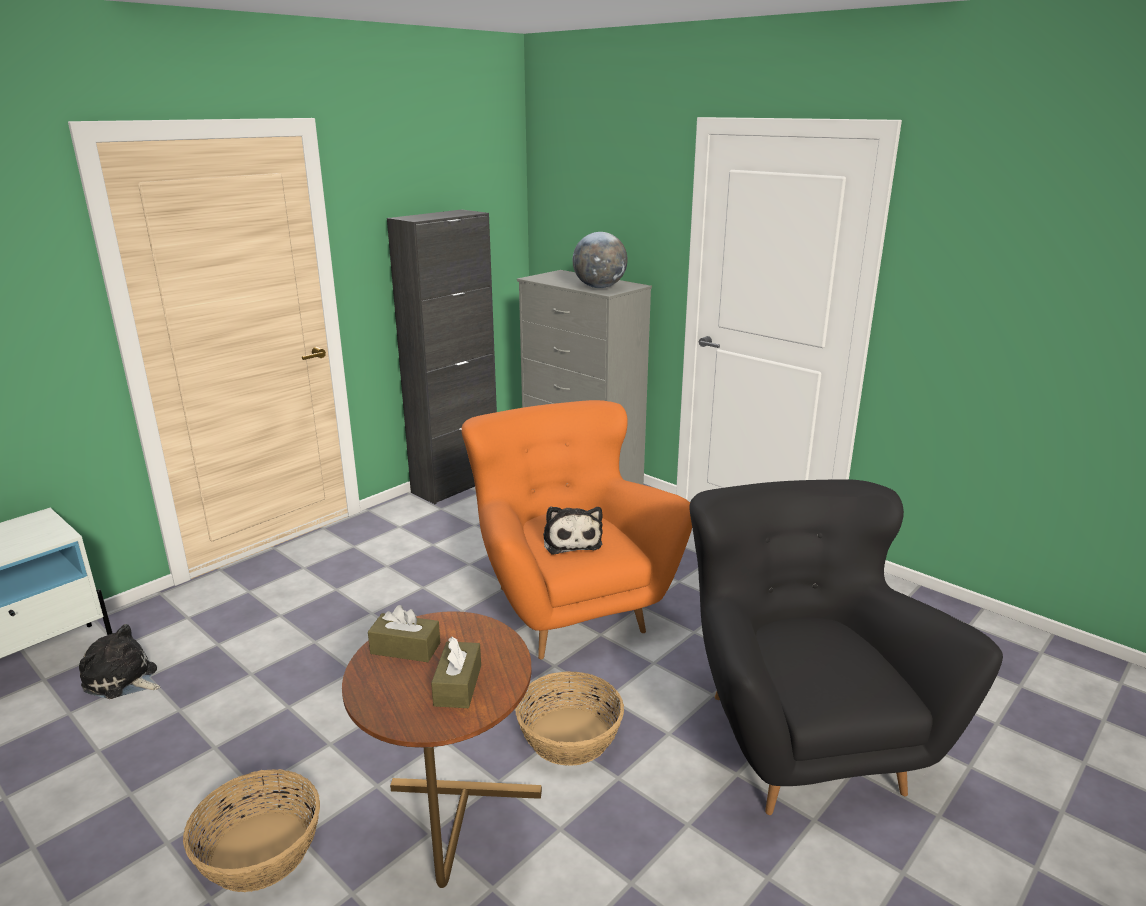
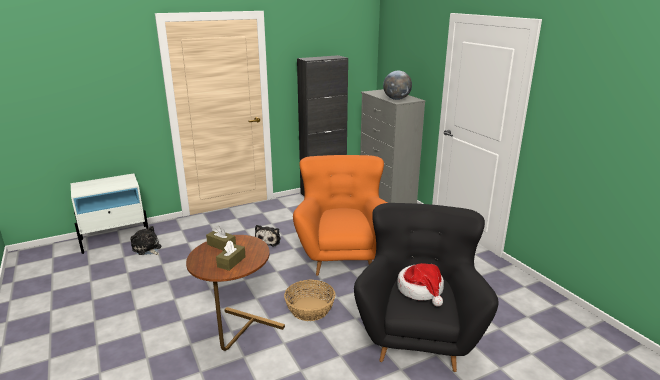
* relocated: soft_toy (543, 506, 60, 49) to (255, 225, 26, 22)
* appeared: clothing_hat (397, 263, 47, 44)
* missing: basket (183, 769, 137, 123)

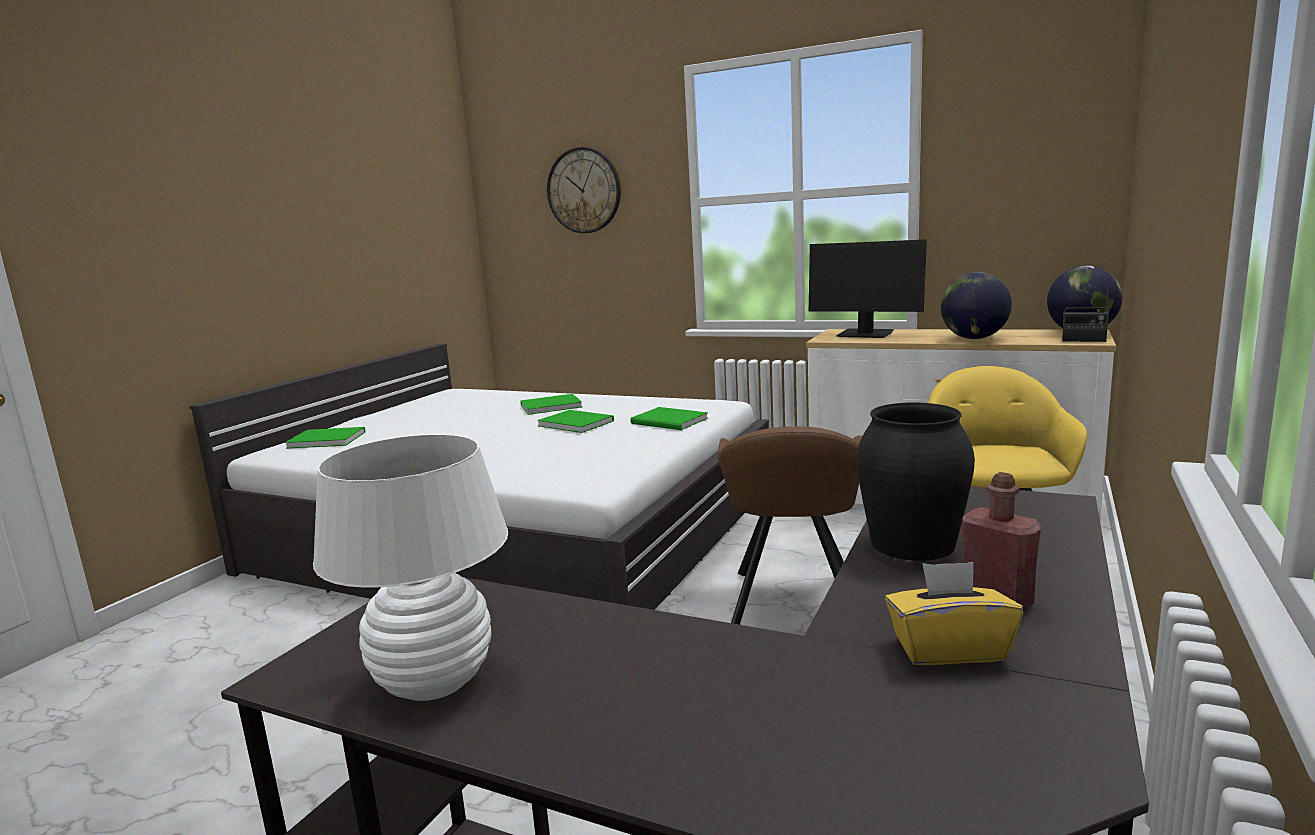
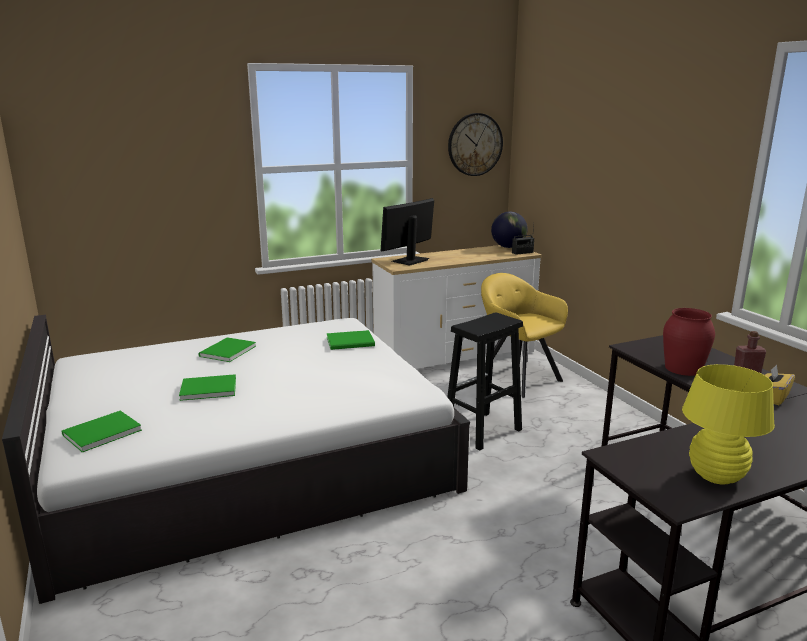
* relocated: green-coloured_book (537, 410, 77, 23) to (179, 374, 57, 27)
* spun: computer_screen (809, 239, 118, 99) = (381, 198, 53, 68) 150 degrees clockwise
* exchanged: brown-coloured_armchair (718, 426, 144, 199) to black_stool_seat (447, 312, 76, 139)
* relocated: wall_clock (547, 147, 74, 86) to (448, 113, 55, 63)
* colour: black_decorative_vase (856, 403, 119, 158) to reddish_decorative_vase (663, 308, 52, 68)
* colour: whitish_table_lamp (313, 434, 195, 267) to yellowish_table_lamp (682, 364, 93, 121)
* missing: world_globe (941, 272, 71, 67)

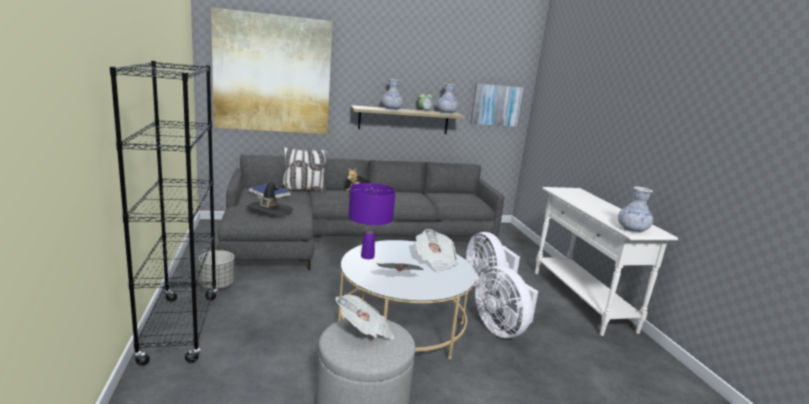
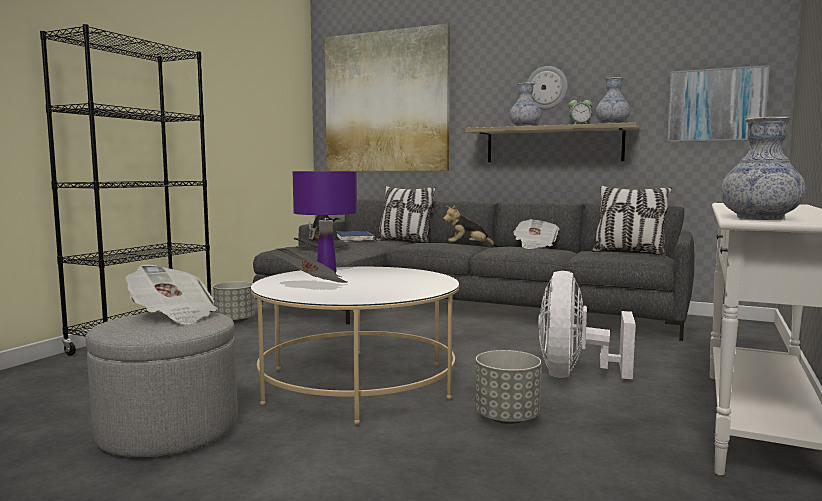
* exchanged: whitish_electric_fan (475, 266, 63, 72) to gray_planter (475, 350, 66, 74)
* relocated: newspaper (416, 229, 42, 43) to (513, 219, 46, 30)
* appeared: wall_clock (527, 66, 41, 43)
* appeared: throw_pillow (592, 185, 80, 70)

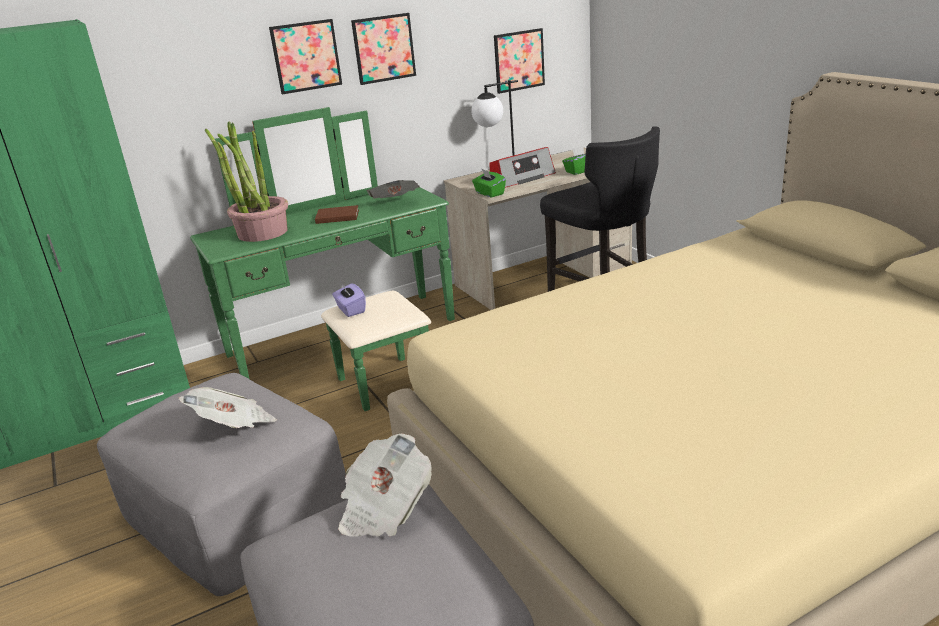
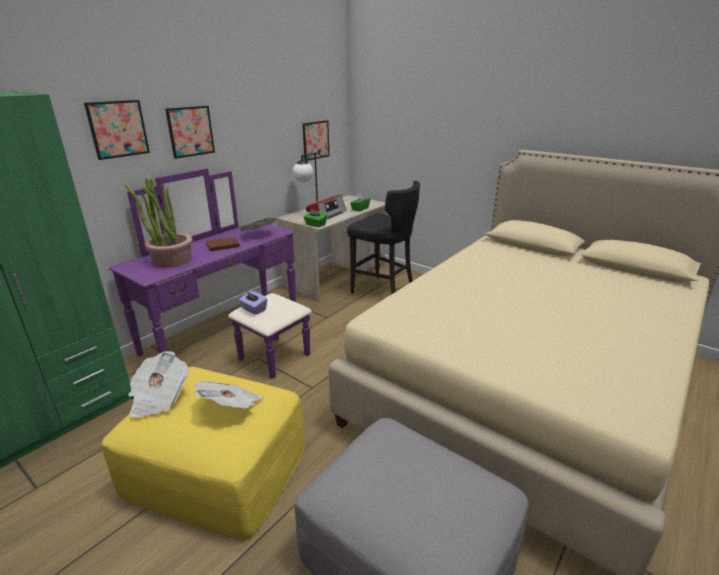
* relocated: wall_art (351, 13, 65, 72) to (84, 100, 66, 60)
* colour: gray_pouffe (97, 373, 251, 223) to yellowish_pouffe (101, 367, 204, 174)
* colour: green-coloured_chest_of_drawers (190, 107, 265, 304) to purple_chest_of_drawers (109, 168, 203, 211)
* relocated: newspaper (338, 433, 94, 104) to (128, 351, 61, 67)

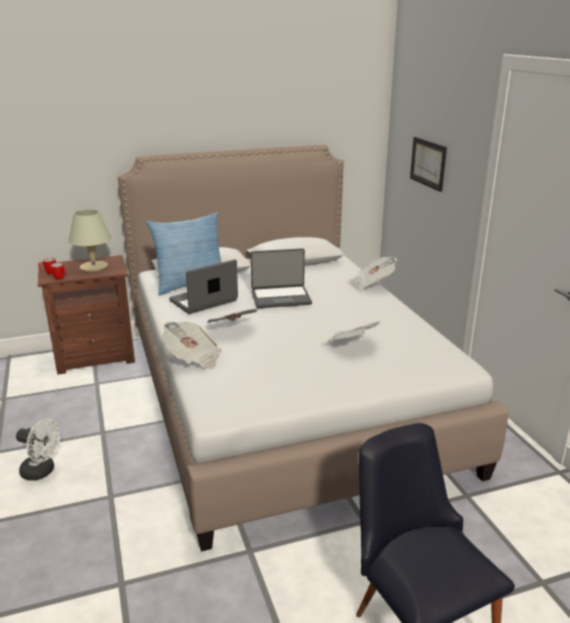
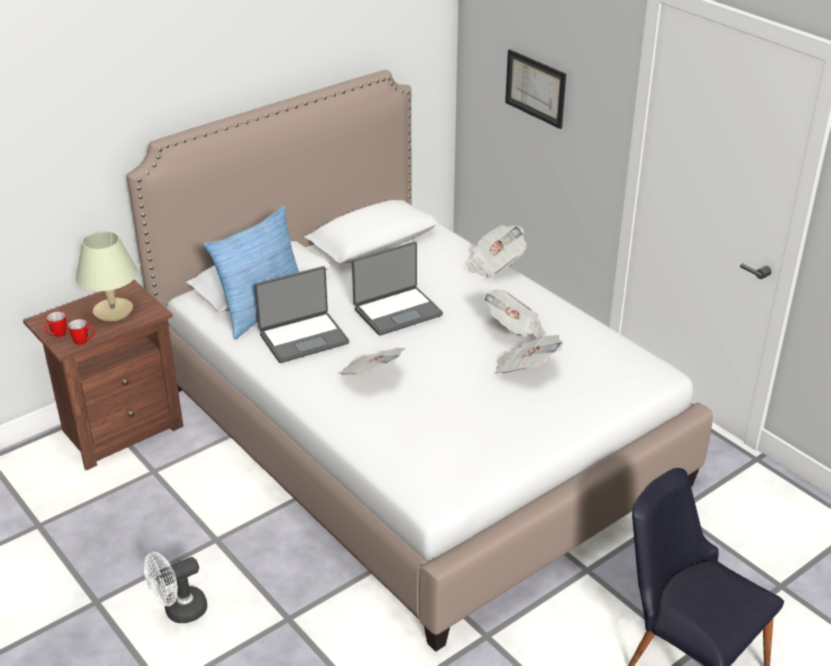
* spun: whitish_electric_fan (16, 419, 44, 61) = (144, 552, 63, 71) 150 degrees clockwise
* spun: laptop (169, 259, 69, 55) = (254, 266, 95, 97) 150 degrees counterclockwise
* relocated: newspaper (161, 321, 60, 48) to (482, 290, 64, 47)

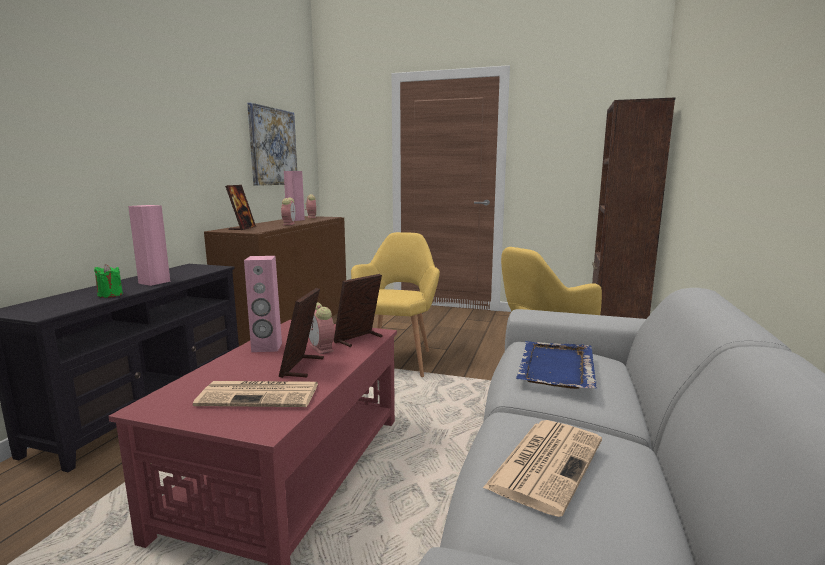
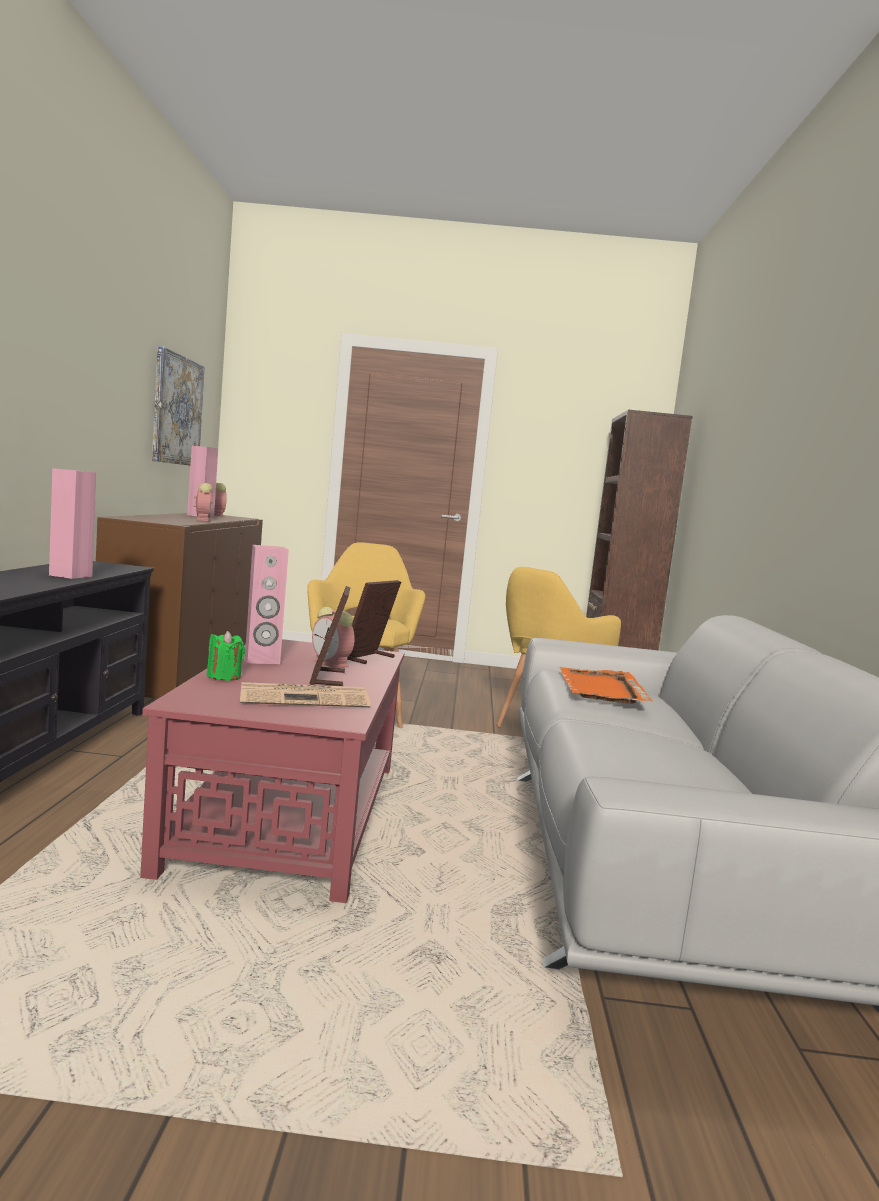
* relocated: green-coloured_wax_candle (94, 264, 29, 34) to (207, 631, 38, 50)
* colour: bluish_serving_tray (516, 341, 81, 48) to orange-coloured_serving_tray (559, 667, 94, 37)
* missing: photo_frame (225, 185, 31, 45)
* missing: newspaper (483, 420, 119, 97)

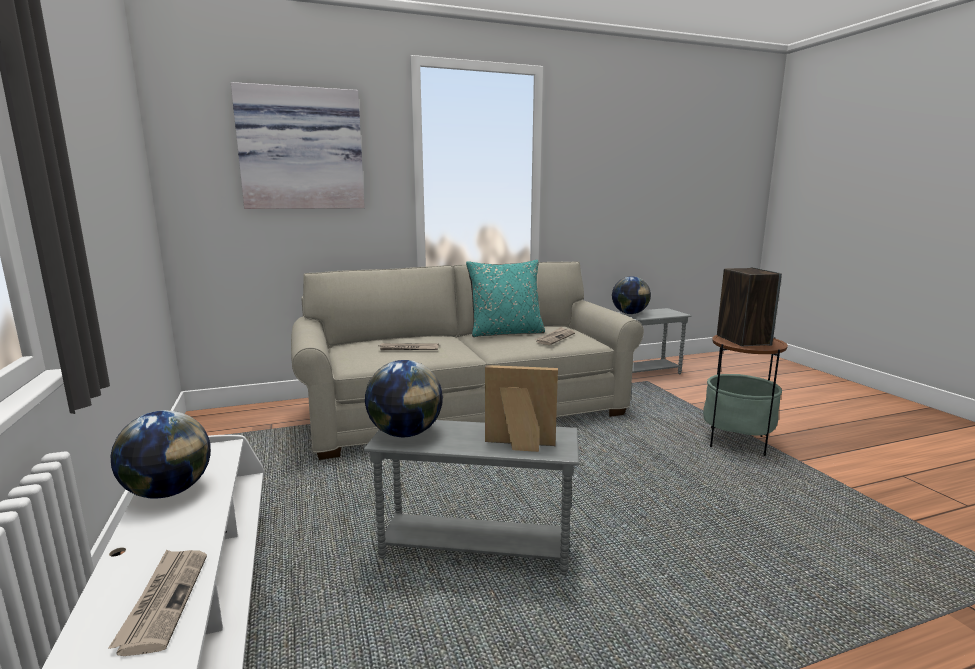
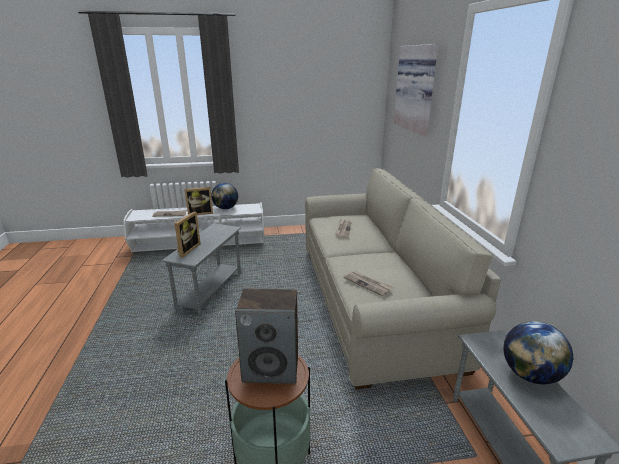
* appeared: photo_frame (185, 187, 28, 28)
* missing: world_globe (365, 360, 78, 77)
* missing: turquoise-coloured_throw_pillow (466, 260, 79, 77)

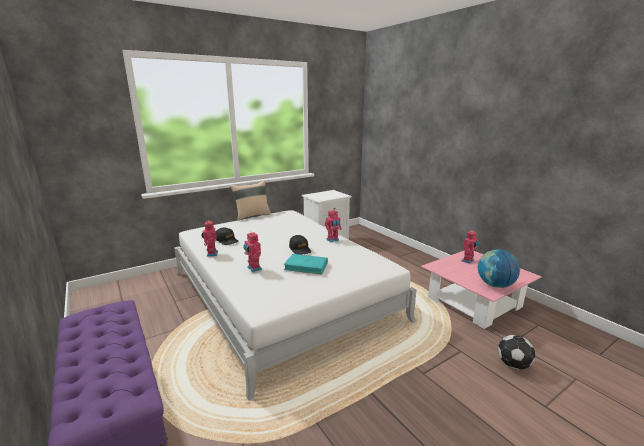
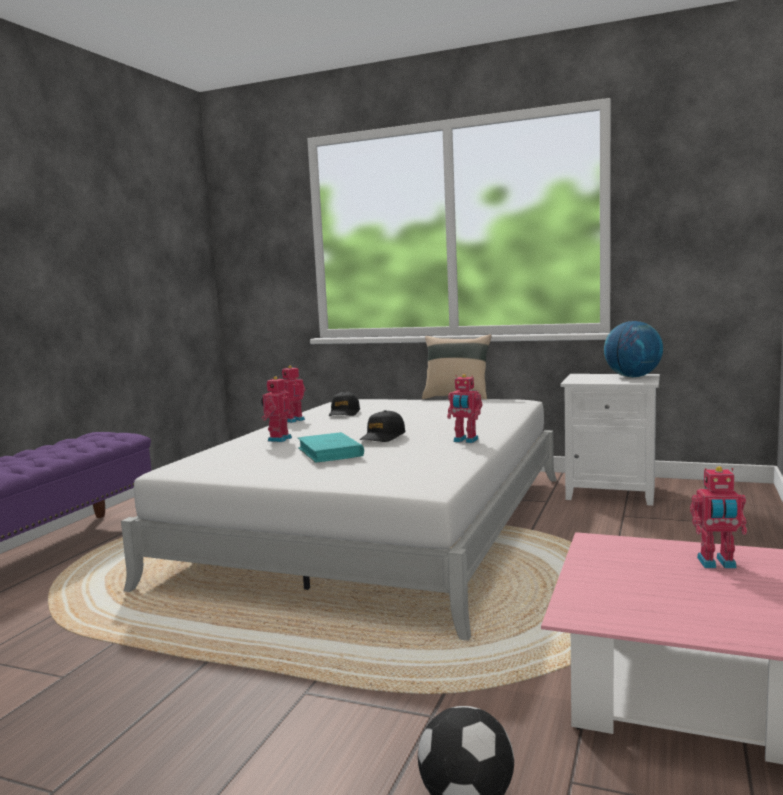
* relocated: world_globe (478, 249, 42, 39) to (604, 321, 59, 56)

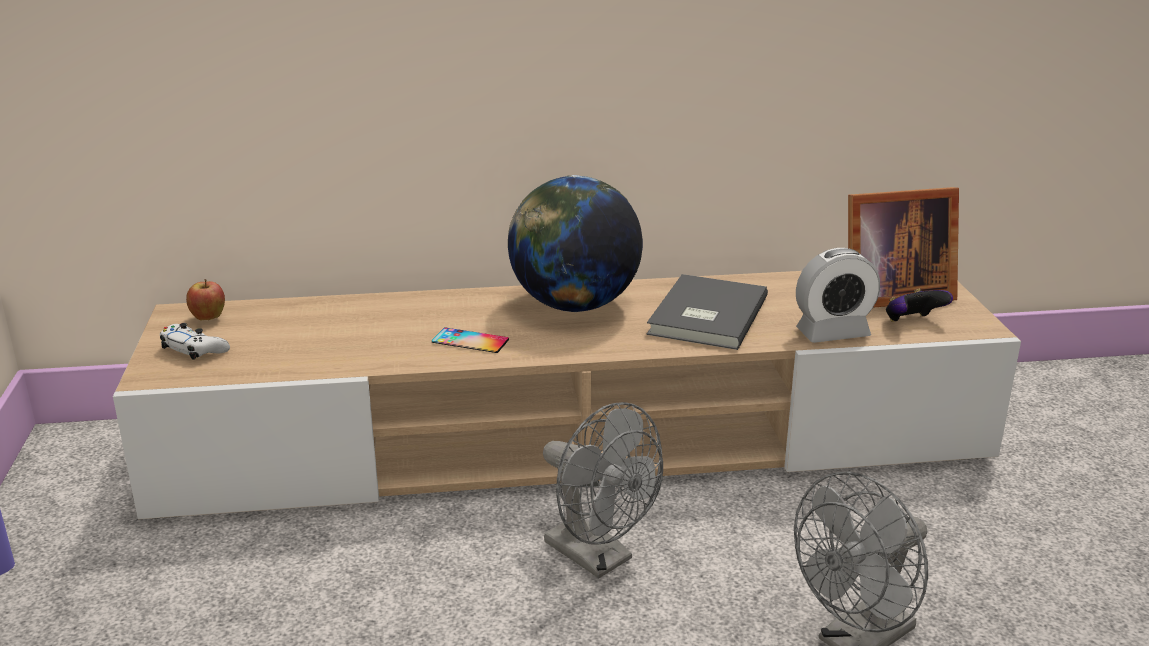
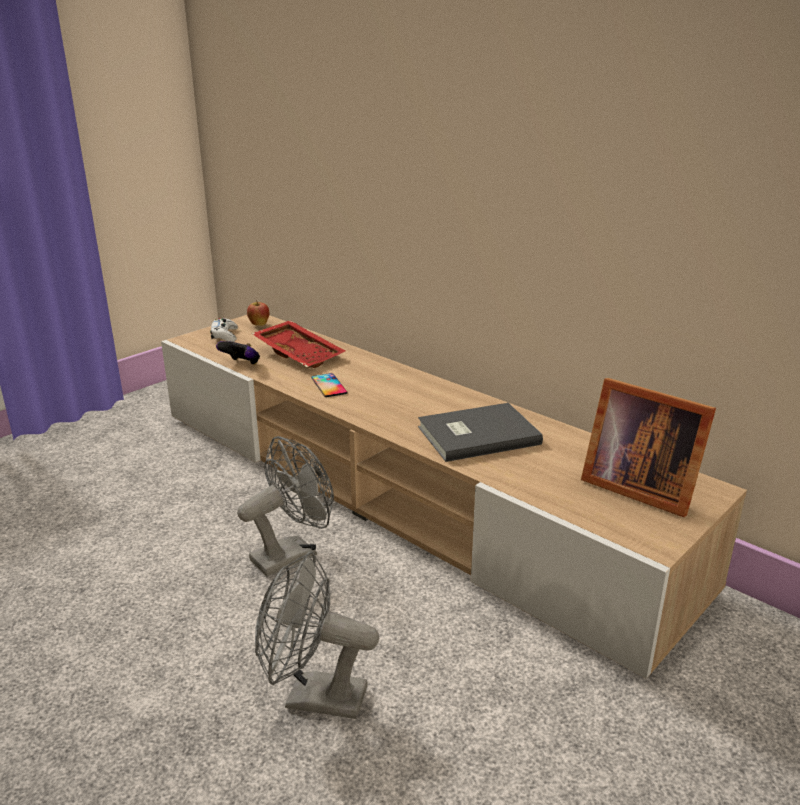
* relocated: game_controller (886, 289, 67, 33) to (216, 341, 44, 24)
* spun: gray_electric_fan (543, 402, 120, 176) = (237, 436, 97, 140) 135 degrees counterclockwise
* appeared: reddish_serving_tray (251, 320, 95, 48)
* missing: world_globe (508, 175, 135, 137)
* missing: bedside_clock (796, 248, 84, 95)

